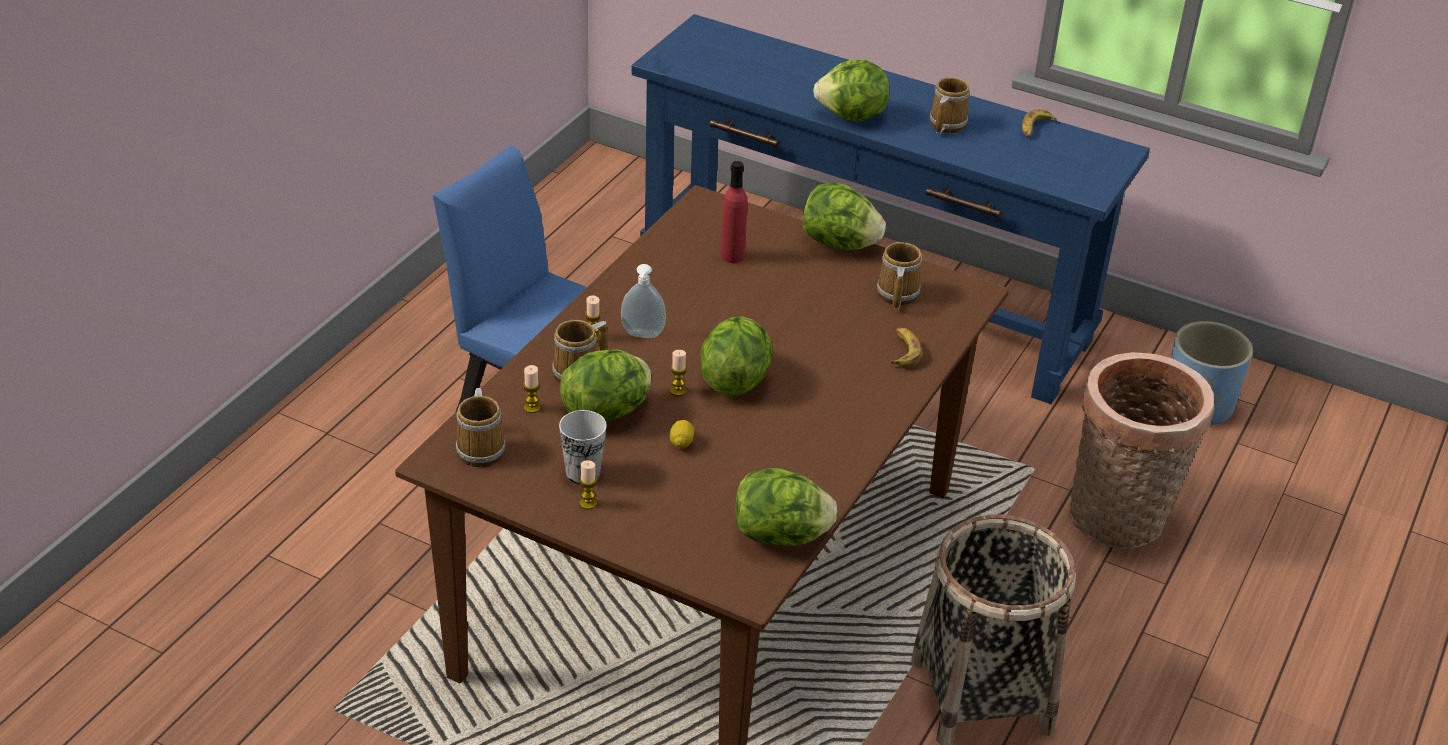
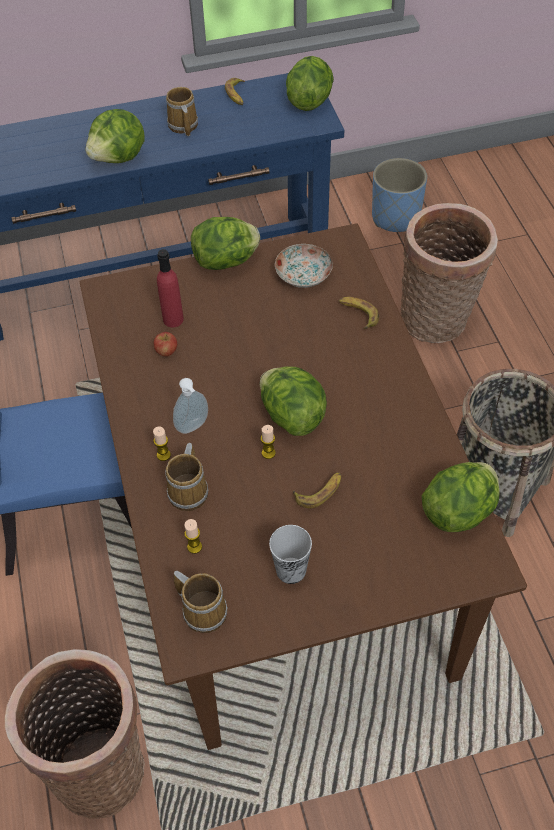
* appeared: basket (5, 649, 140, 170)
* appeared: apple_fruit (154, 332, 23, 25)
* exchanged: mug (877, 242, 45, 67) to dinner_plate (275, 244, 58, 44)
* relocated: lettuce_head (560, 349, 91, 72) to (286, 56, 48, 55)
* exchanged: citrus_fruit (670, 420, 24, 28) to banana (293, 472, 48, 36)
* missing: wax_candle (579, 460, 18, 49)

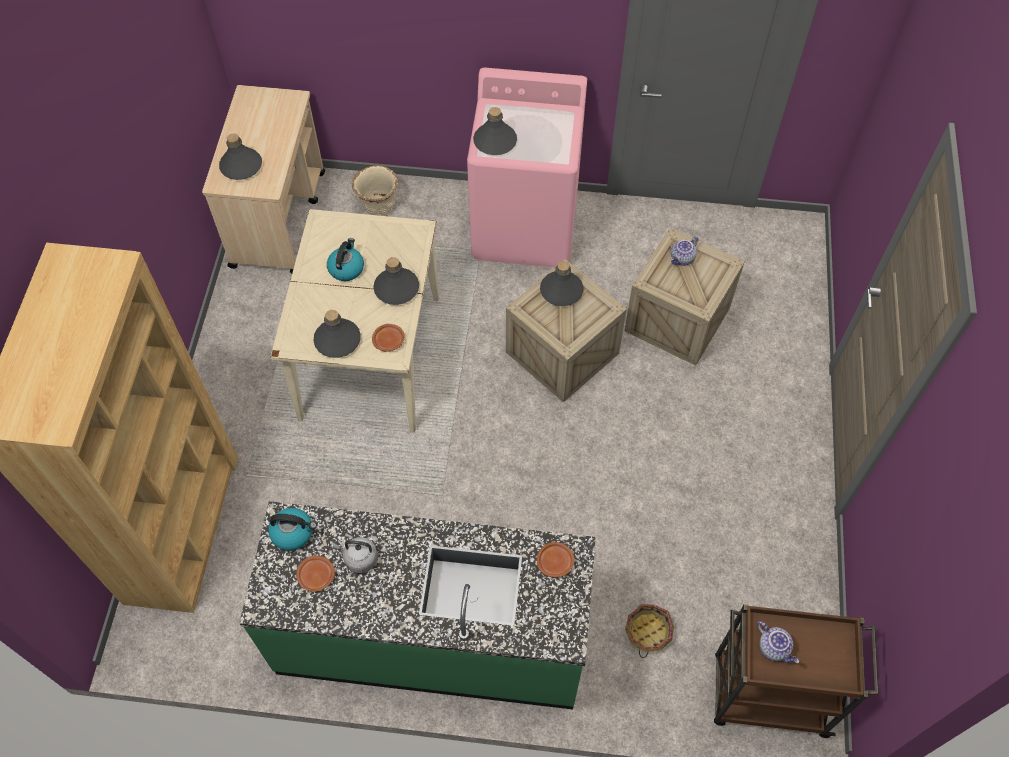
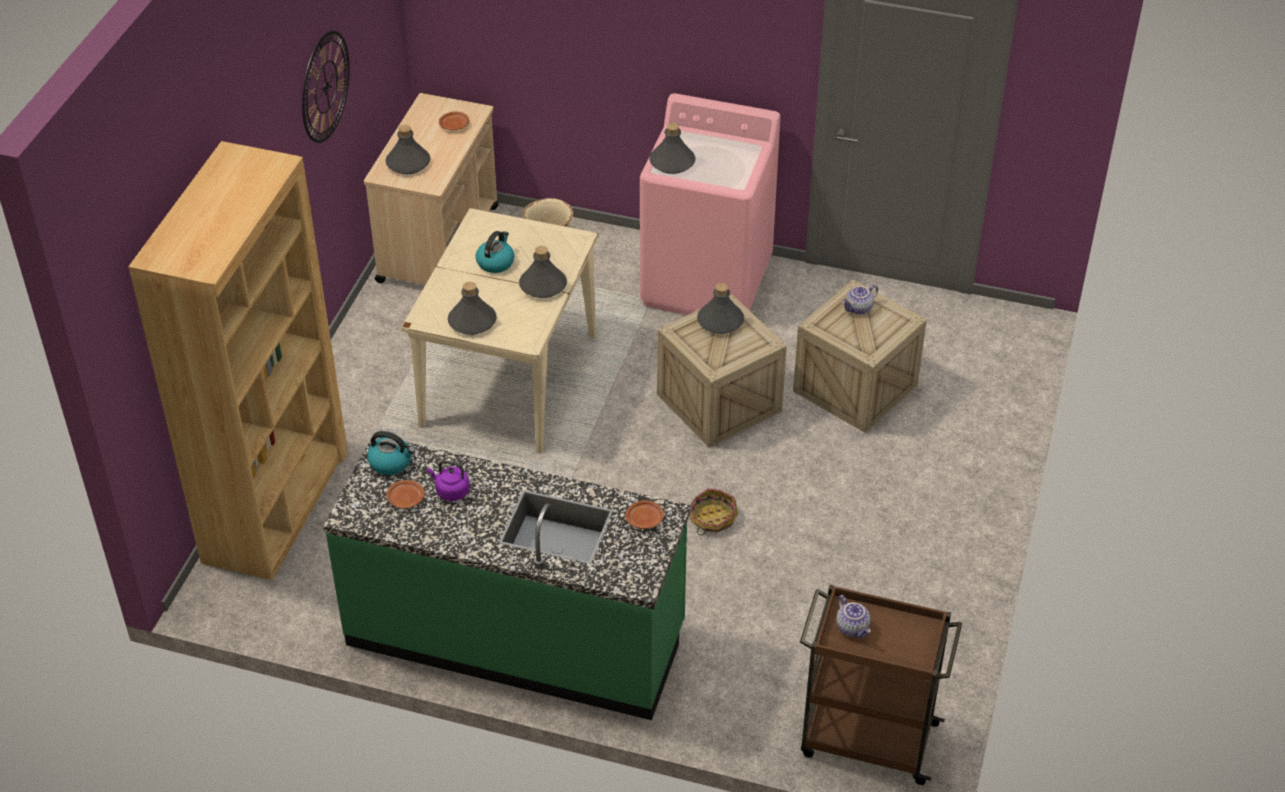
* appeared: wall_clock (302, 31, 48, 112)
* colour: gray_kettle (333, 537, 45, 36) to purple_kettle (427, 460, 43, 41)
* relocated: brown-coloured_dinner_plate (372, 324, 33, 28) to (439, 111, 30, 19)
* relocated: basket (625, 604, 49, 54) to (690, 488, 48, 47)

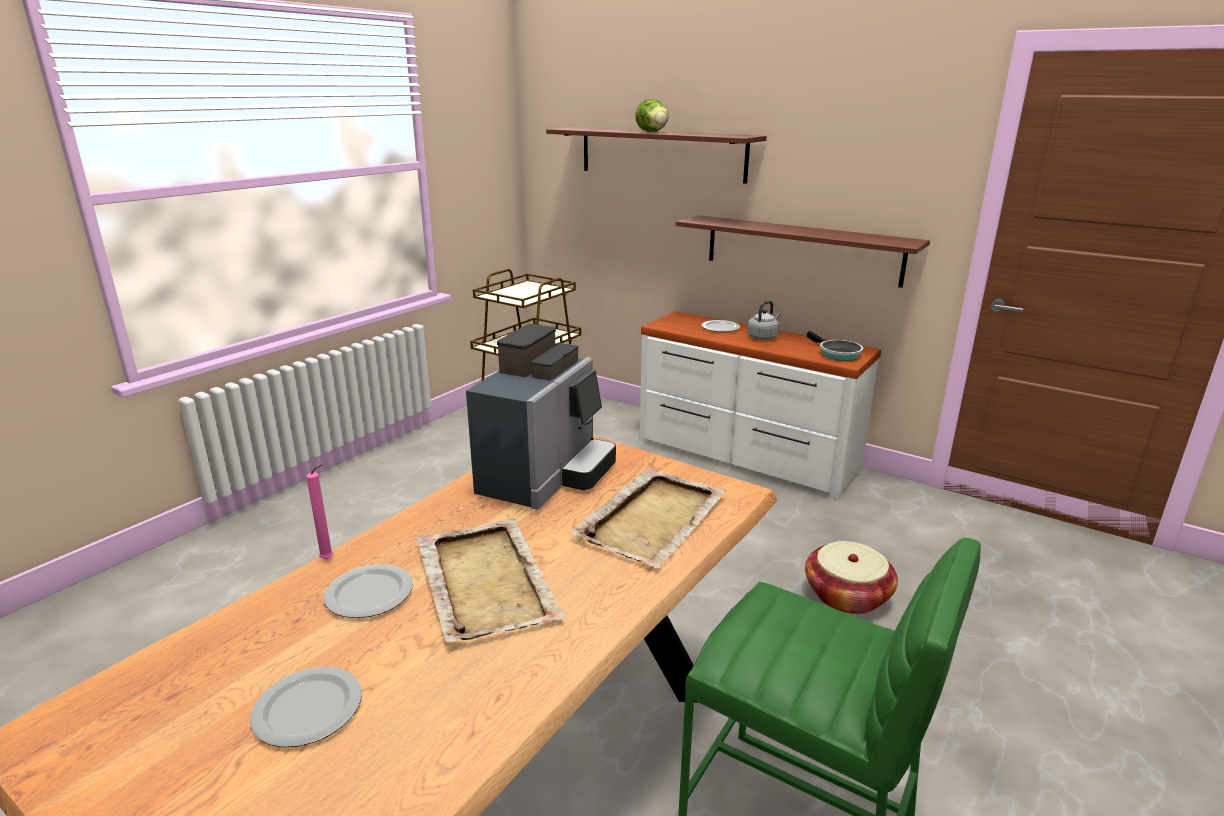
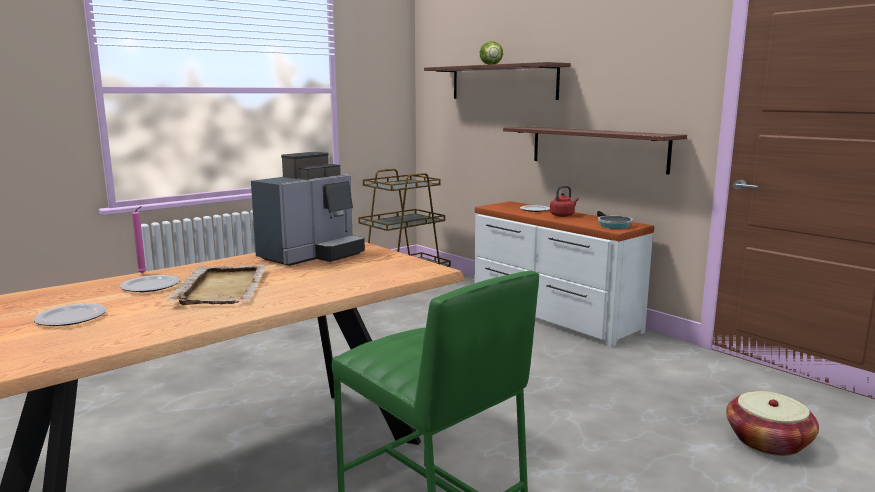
* colour: gray_kettle (747, 301, 33, 39) to reddish_kettle (550, 186, 29, 31)
* relocated: basket (805, 541, 93, 73) to (726, 391, 93, 65)
* missing: sand-coloured_serving_tray (570, 468, 156, 100)

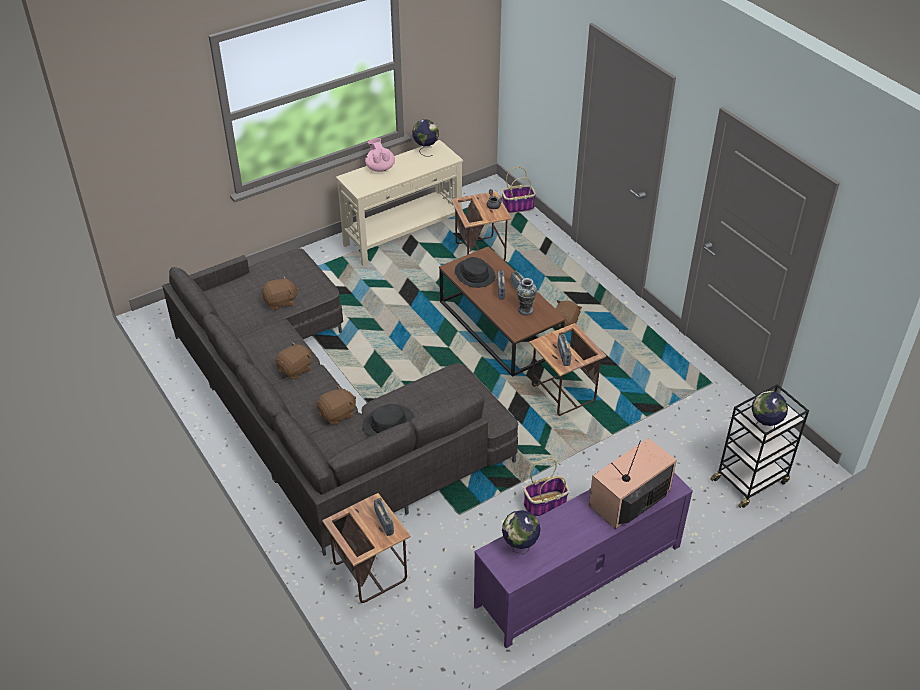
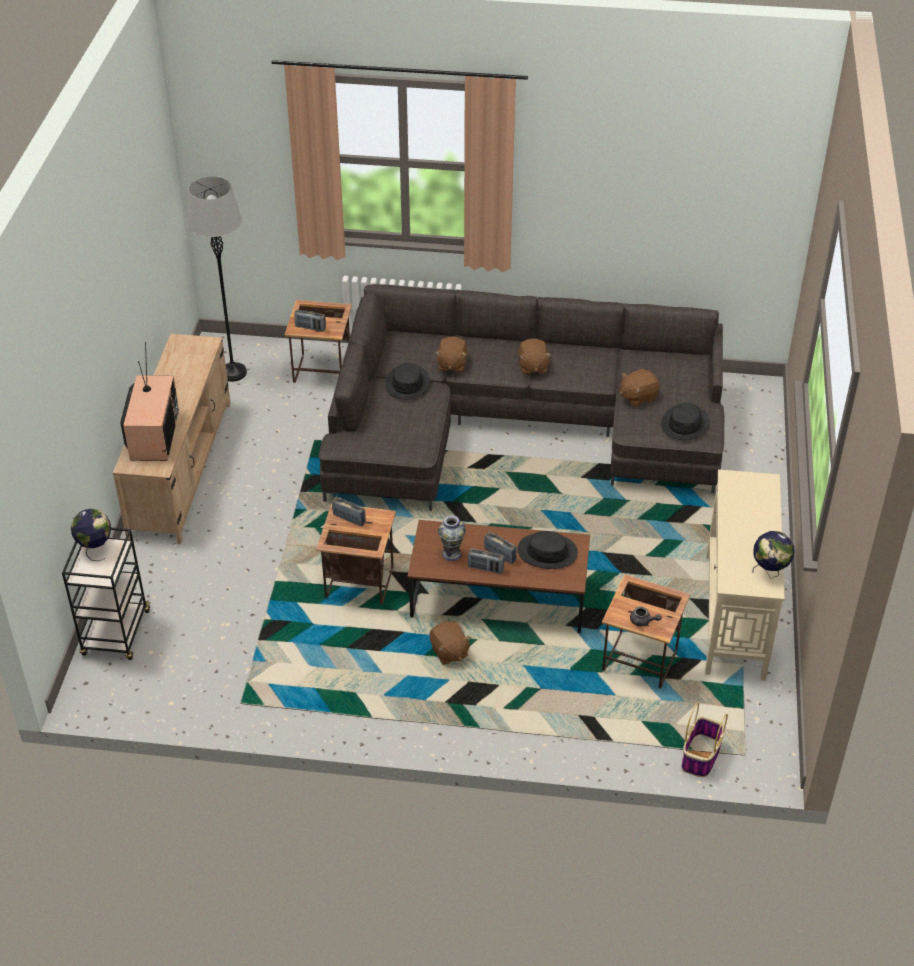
* colour: purple_media_console (474, 473, 219, 175) to sand-coloured_media_console (113, 334, 118, 210)
* appeared: gray_floor_lamp (187, 176, 60, 206)
* spun: brown-coloured_soft_toy (262, 276, 37, 34) = (620, 369, 40, 38) 45 degrees clockwise
* appeared: black_clothing_hat (661, 402, 48, 38)
* missing: pinkish_teapot (365, 138, 30, 34)
* missing: world_globe (502, 510, 39, 45)
* missing: basket (523, 458, 46, 59)

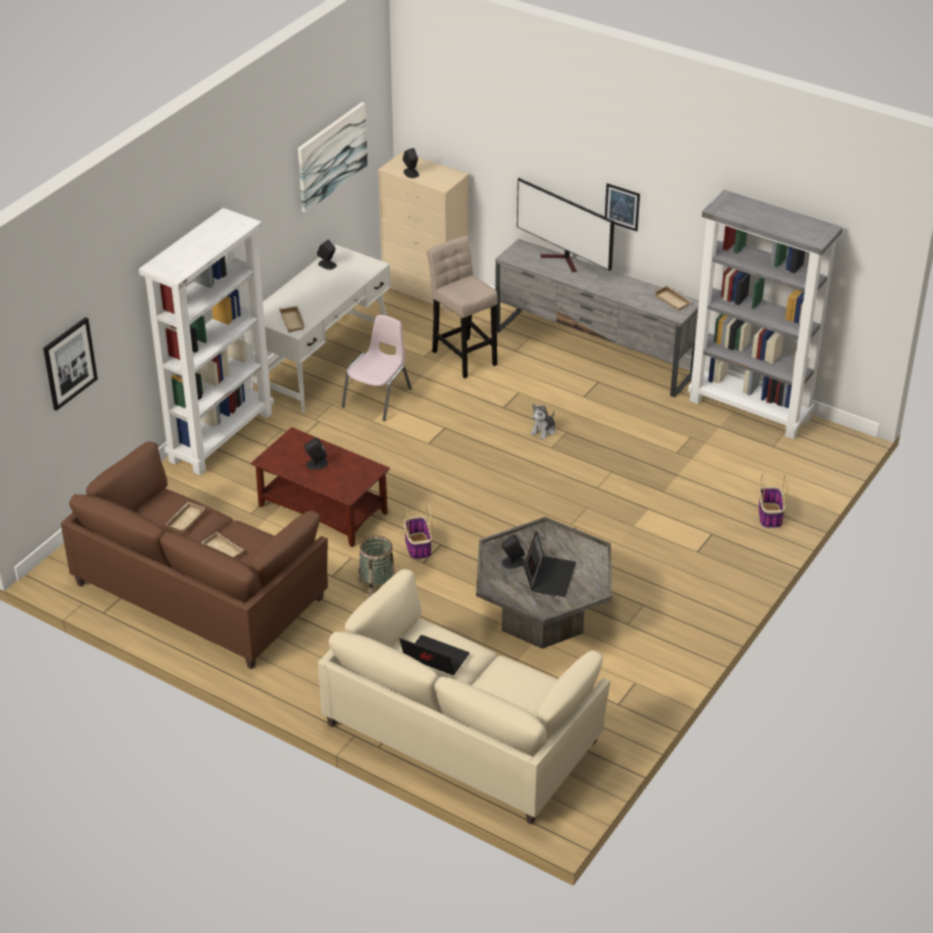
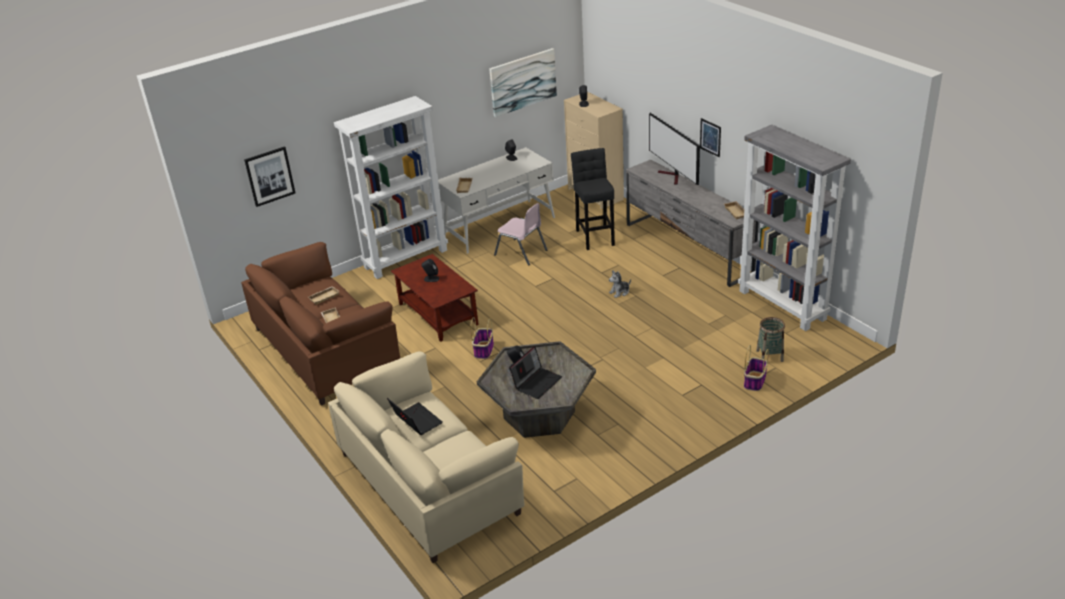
* spun: pinkish_upright_chair (342, 315, 70, 106) = (494, 203, 53, 63) 75 degrees clockwise
* colour: sand-coloured_stool_seat (427, 236, 71, 142) to black_stool_seat (571, 148, 44, 102)
* relocated: basket (358, 535, 37, 62) to (756, 317, 29, 45)

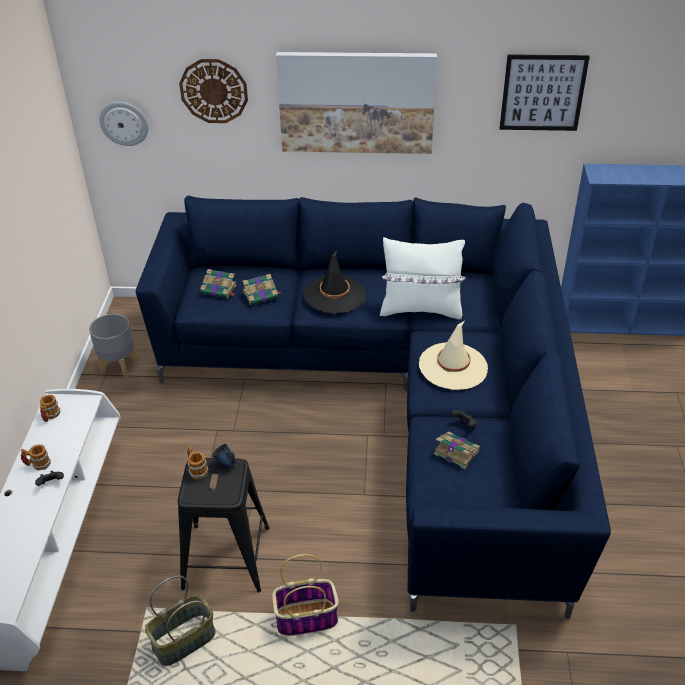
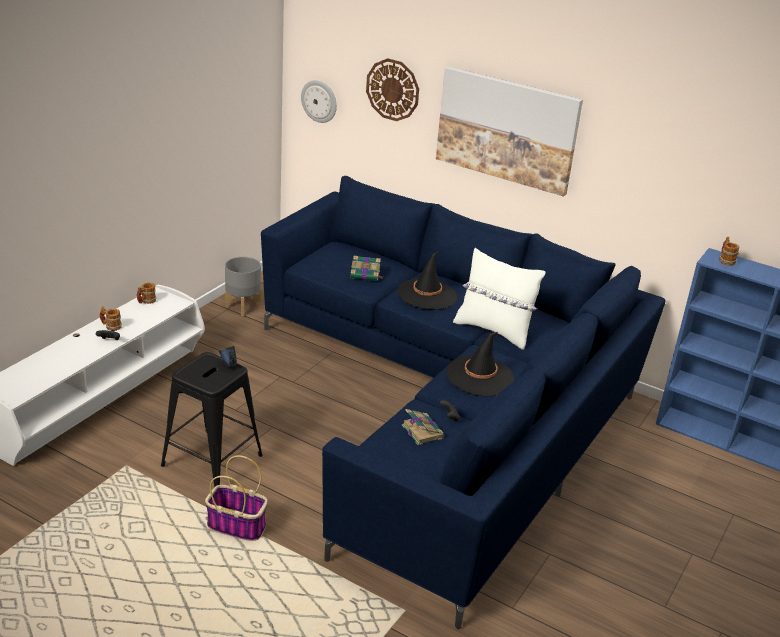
* colour: sand-coloured_clothing_hat (419, 321, 69, 69) to black_clothing_hat (447, 332, 67, 64)
* relocated: mug (187, 445, 22, 35) to (719, 237, 20, 29)
* missing: basket (145, 576, 70, 90)
* missing: book (200, 269, 37, 30)
* missing: wall_art (499, 54, 91, 77)

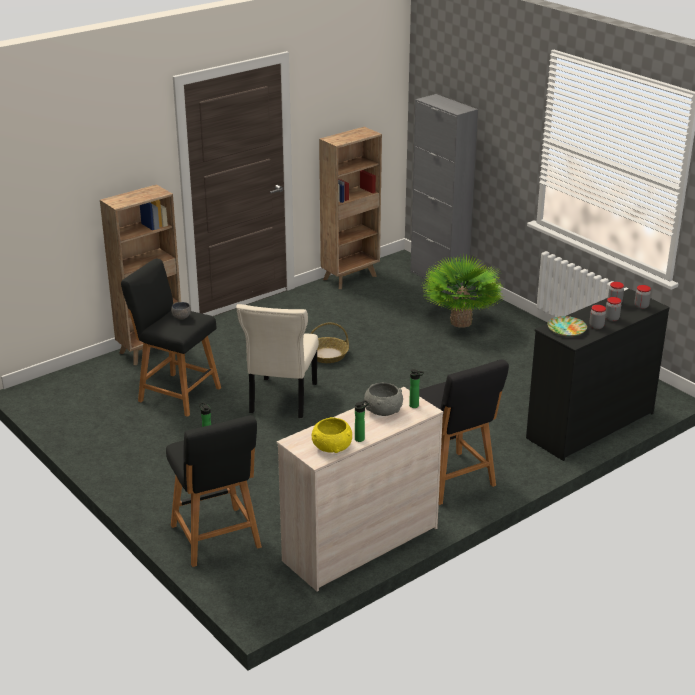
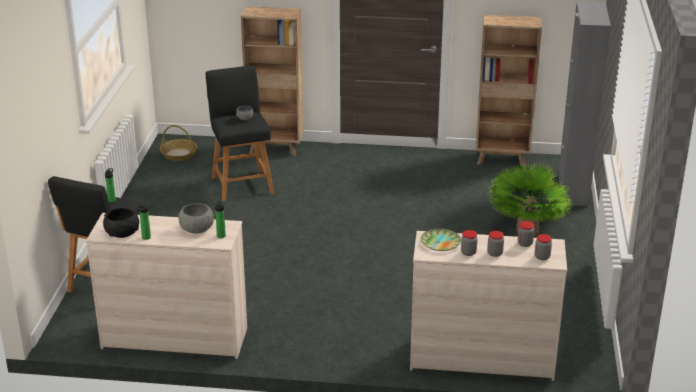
* colour: yellowish_serving_bowl (312, 417, 40, 36) to black_serving_bowl (103, 208, 36, 30)
* relocated: basket (310, 323, 39, 40) to (160, 125, 38, 36)
* colour: black_chest_of_drawers (526, 289, 144, 172) to sand-coloured_chest_of_drawers (410, 231, 157, 150)
* missing: sand-coloured_upright_chair (236, 304, 83, 114)
* missing: black_stool_seat (419, 359, 90, 146)

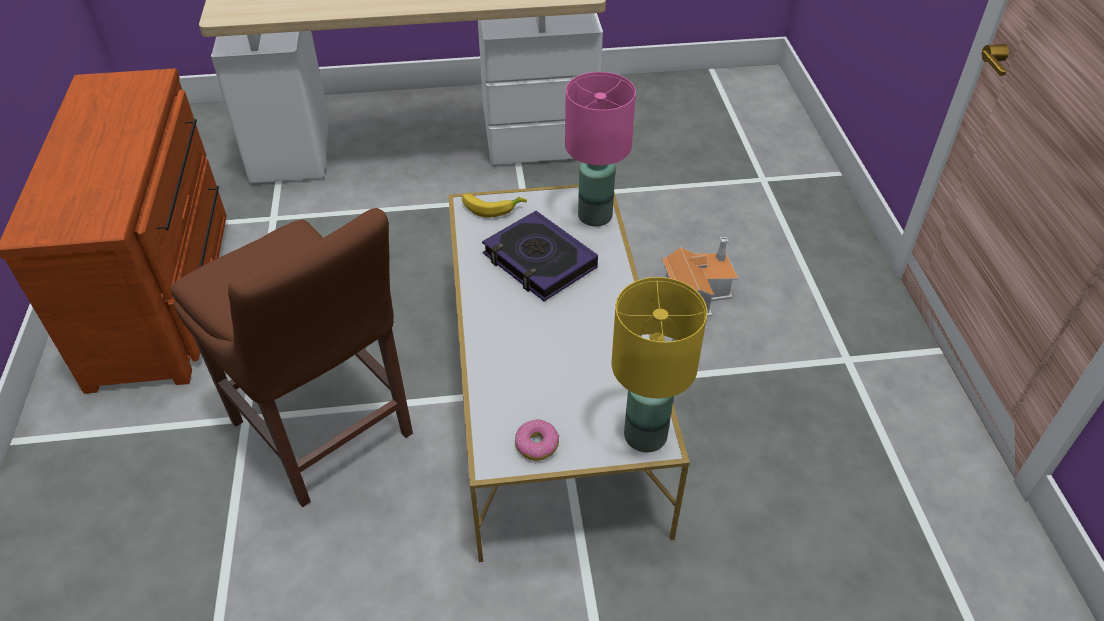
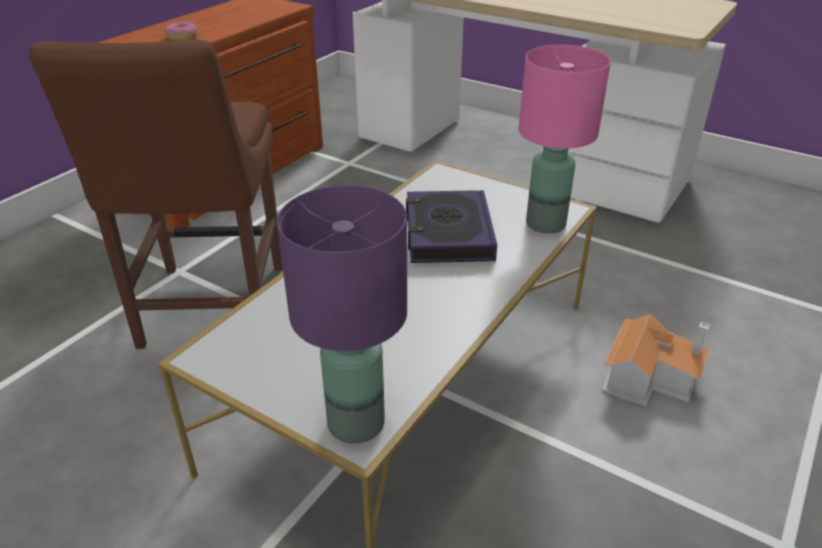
* relocated: donut (515, 419, 44, 42) to (164, 22, 33, 19)
* colour: yellowish_table_lamp (612, 277, 95, 175) to purple_table_lamp (277, 185, 130, 259)
* missing: banana (462, 193, 65, 24)

